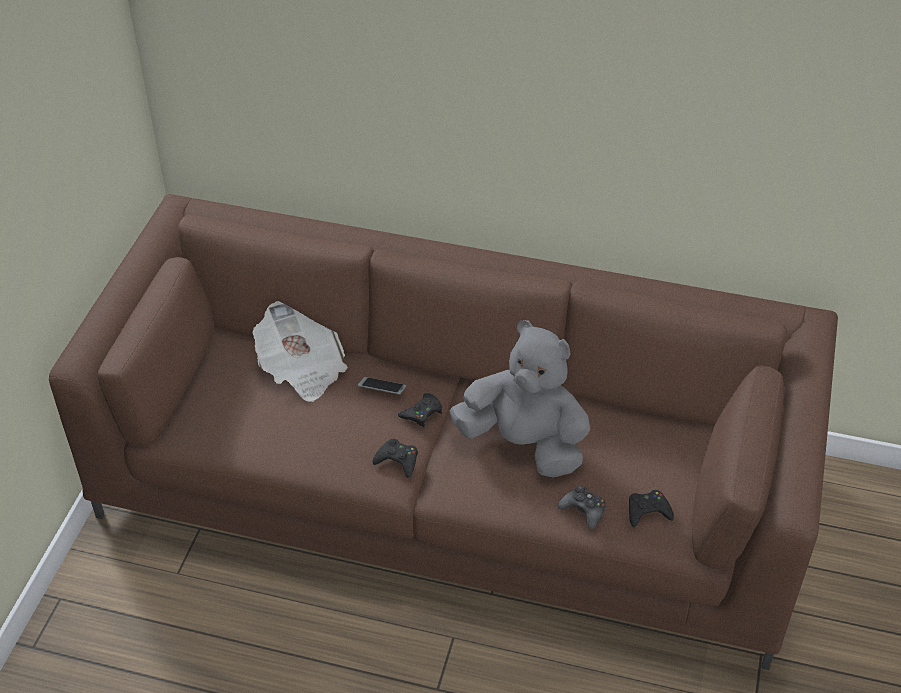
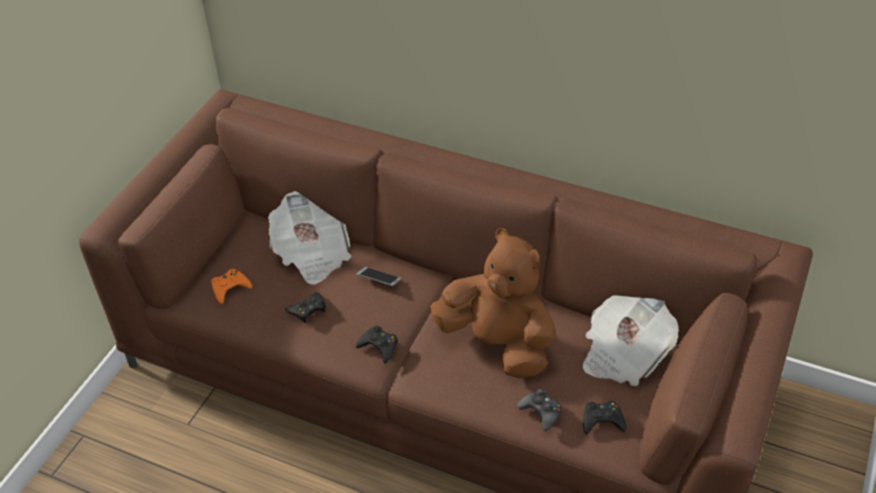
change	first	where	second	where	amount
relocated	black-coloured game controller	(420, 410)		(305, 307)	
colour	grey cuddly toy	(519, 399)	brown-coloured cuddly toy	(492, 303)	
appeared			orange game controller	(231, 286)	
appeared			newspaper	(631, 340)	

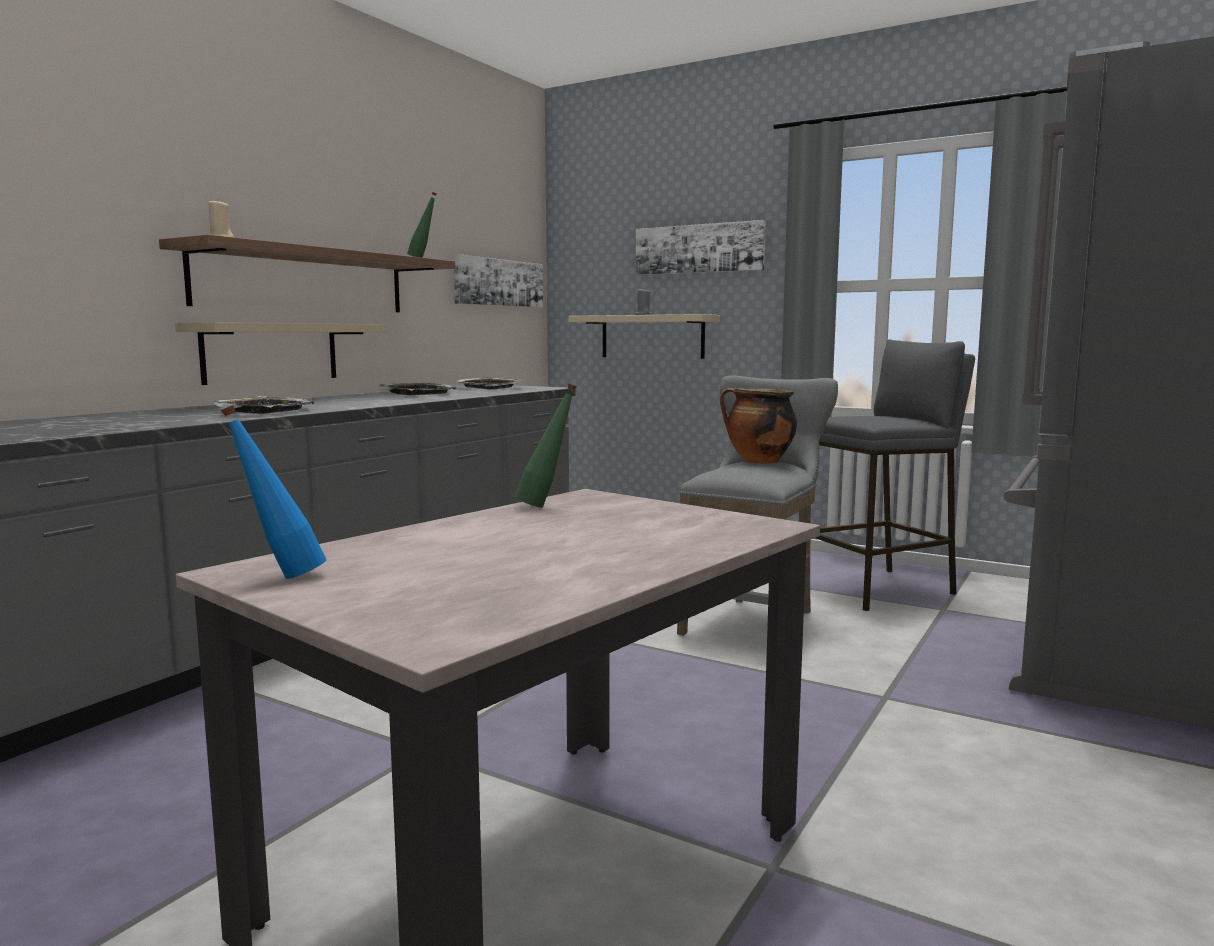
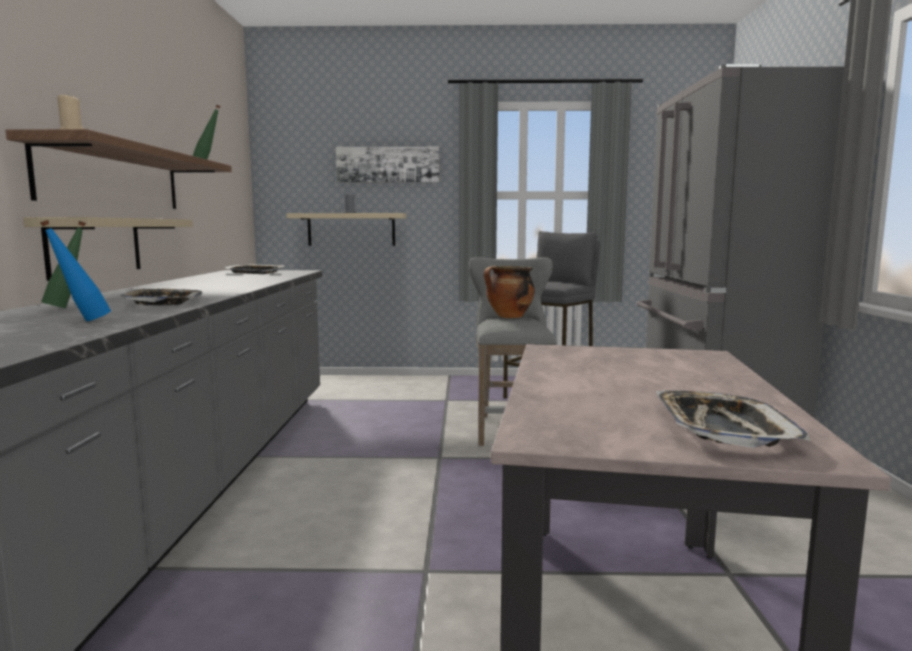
change	first	where	second	where	amount
relocated	bluish bottle	(274, 492)		(75, 270)	
relocated	serving tray	(418, 389)		(733, 419)	
missing	wall picture	(498, 280)			
relocated	green-coloured bottle	(545, 446)		(63, 264)	

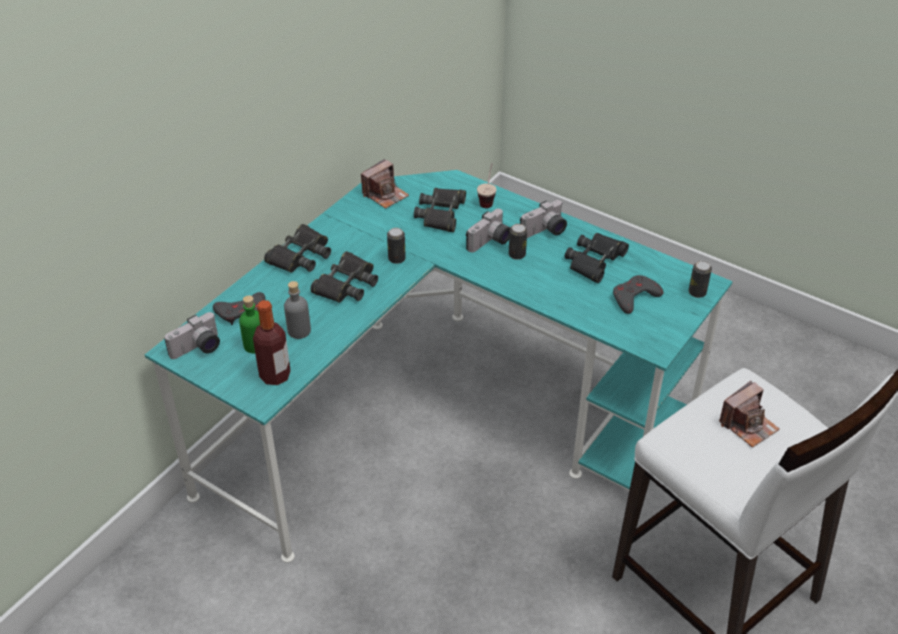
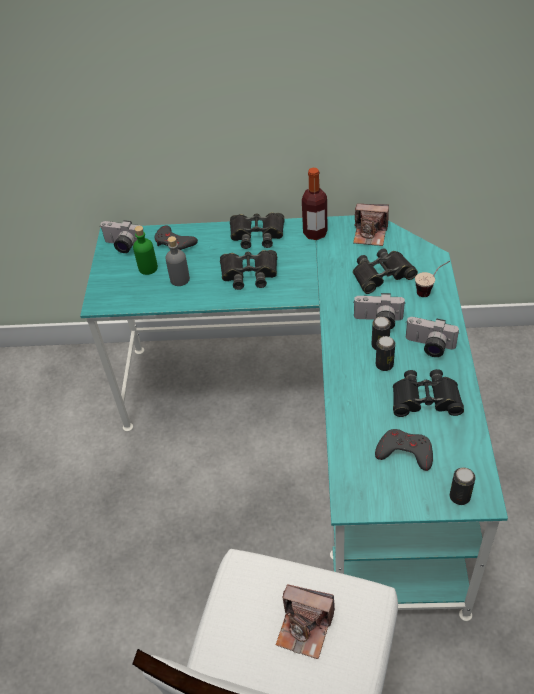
change	first	where	second	where	amount
relocated	bottle	(272, 342)		(315, 204)	
relocated	sealed can	(396, 246)		(385, 353)	

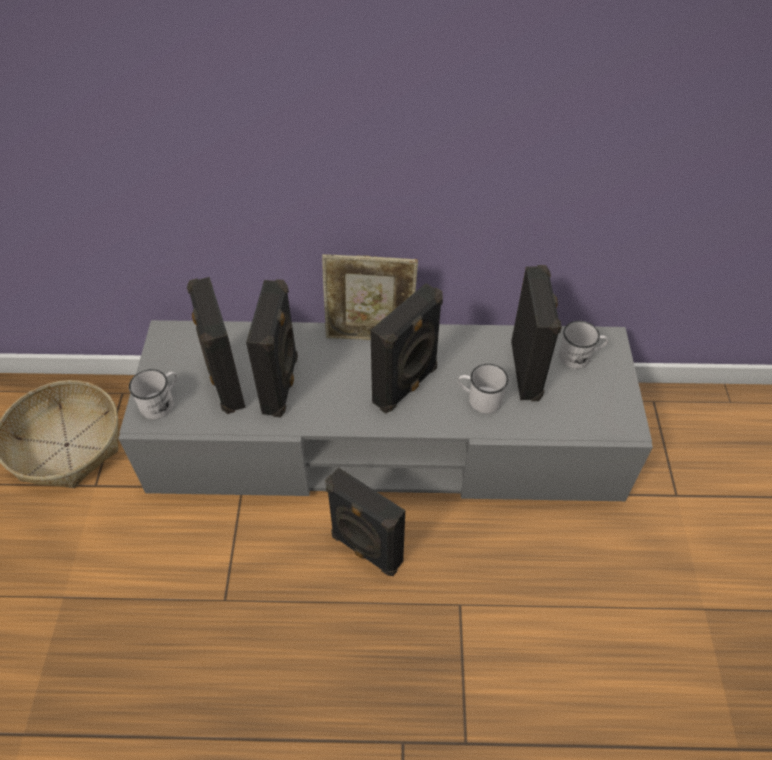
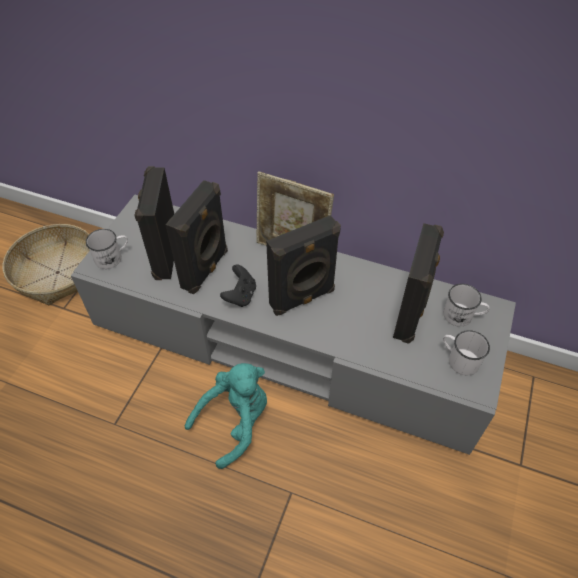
change	first	where	second	where	amount
exchanged	black-coloured audio speaker	(365, 521)	turquoise cuddly toy	(226, 416)	
relocated	white coffee mug	(483, 388)		(466, 352)	
appeared			black-coloured game controller	(238, 286)	

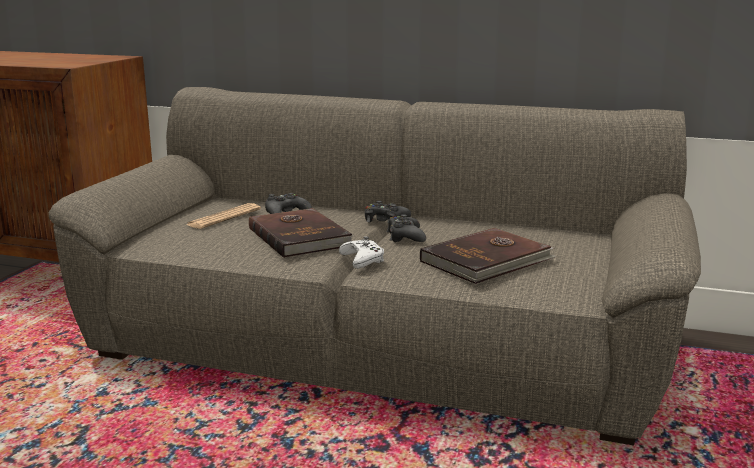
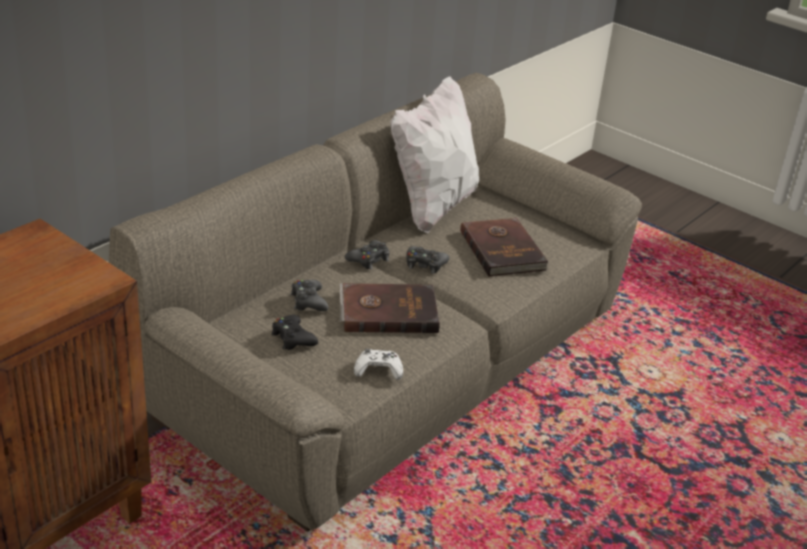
change	first	where	second	where	amount
exchanged	newspaper	(224, 216)	black-coloured game controller	(294, 332)	
relocated	white game controller	(361, 252)		(378, 364)	
appeared			white throw pillow	(434, 154)	

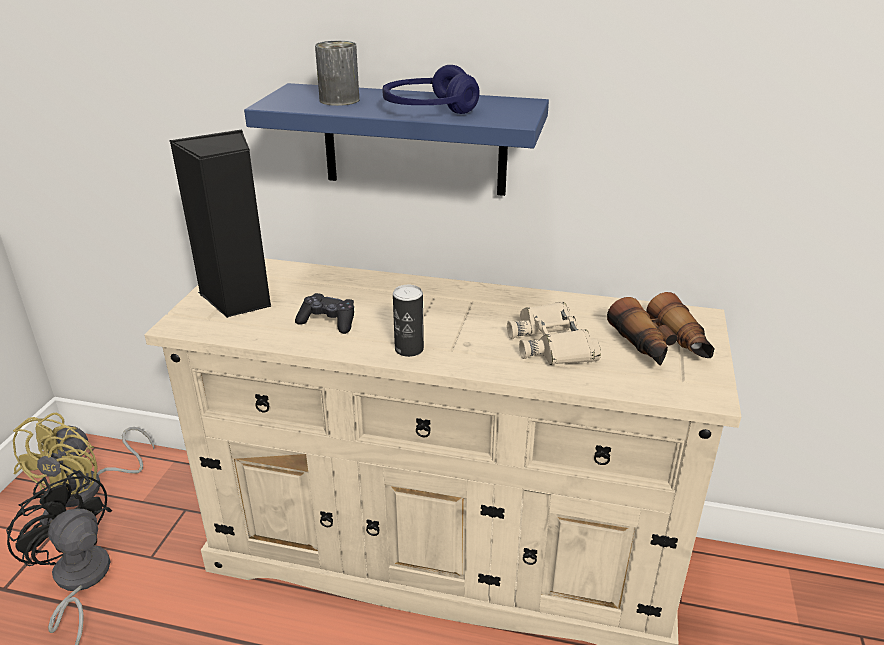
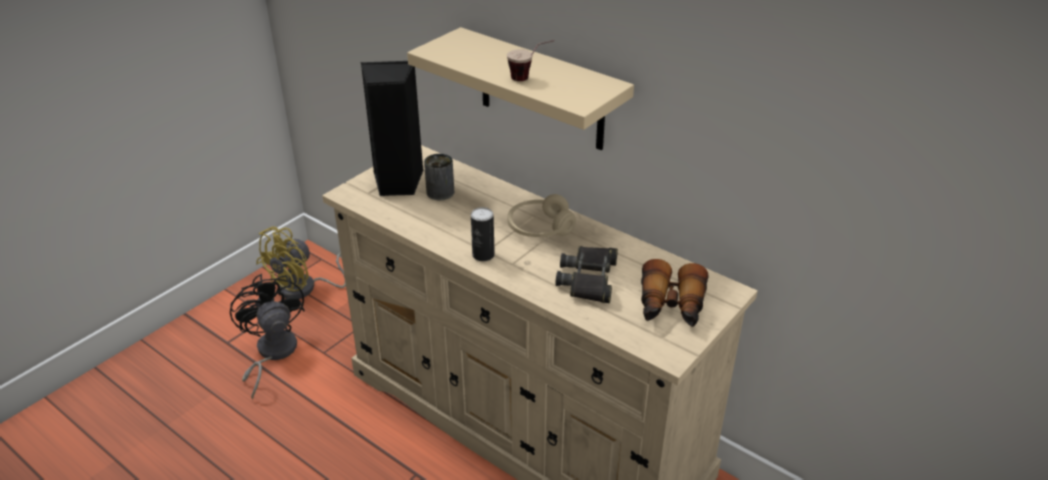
change	first	where	second	where	amount
colour	bluish bracket shelf	(396, 139)	beige-coloured bracket shelf	(520, 88)	
missing	black-coloured game controller	(324, 313)			
relocated	sealed can	(337, 73)		(439, 177)	
exchanged	bluish headset	(431, 89)	drinking cup	(530, 60)	
colour	beige-coloured pair of binoculars	(554, 333)	black-coloured pair of binoculars	(587, 274)	
appeared			beige-coloured headset	(541, 215)	

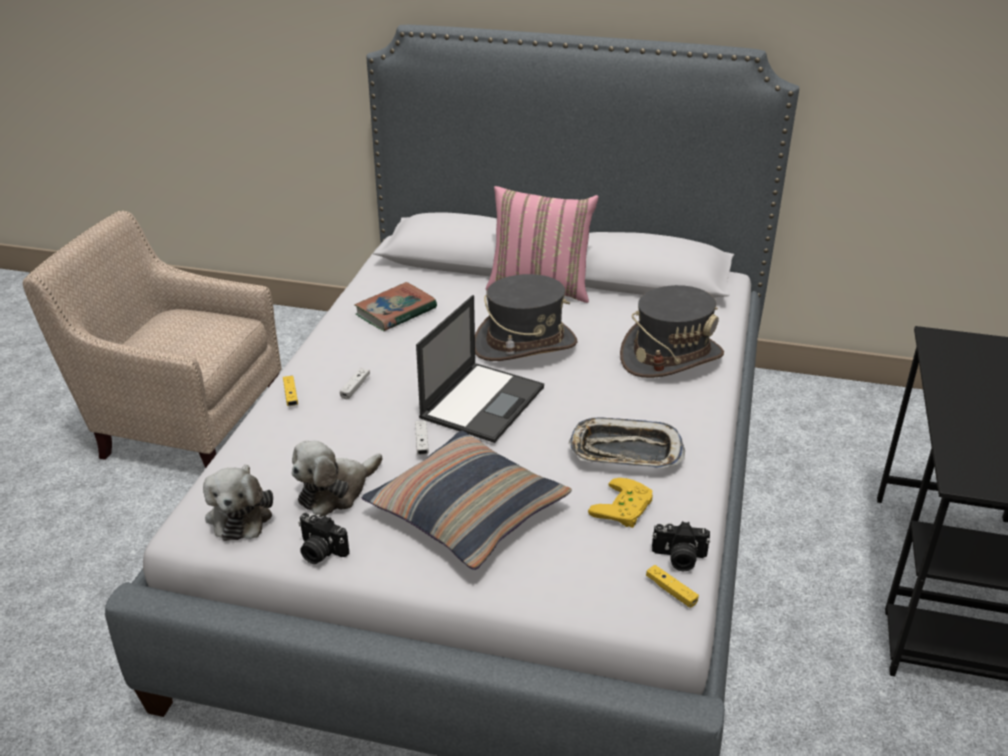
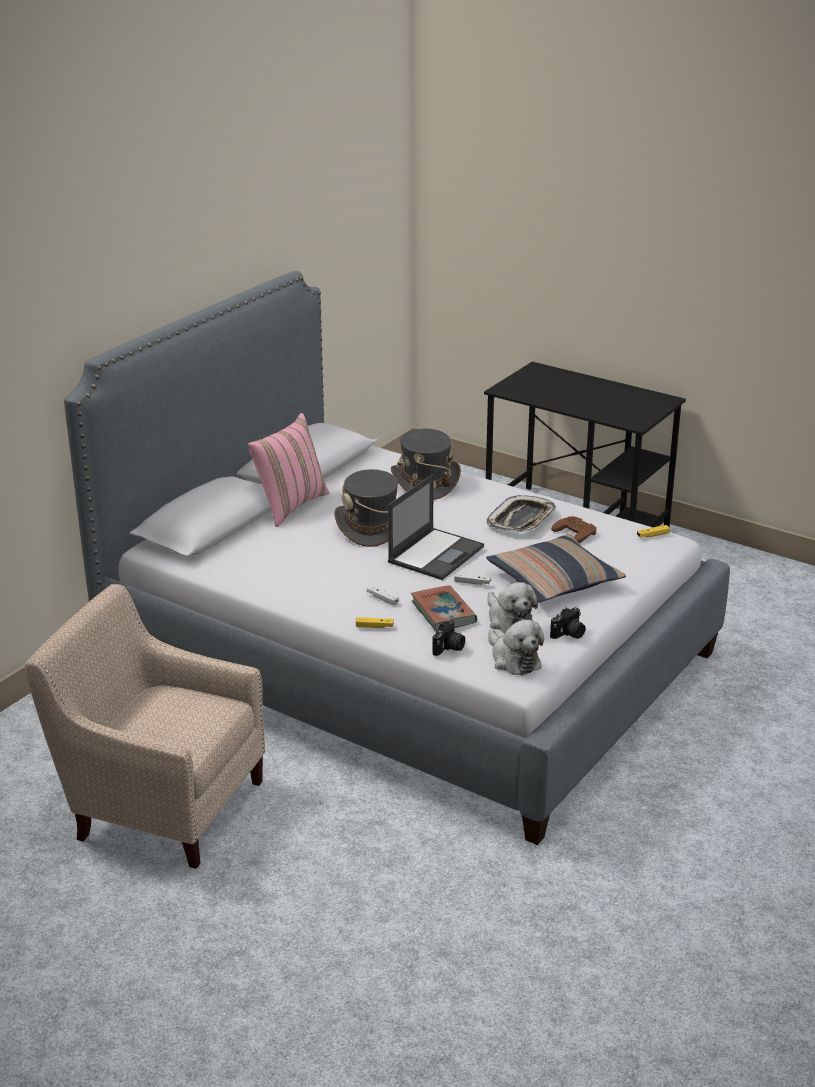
change	first	where	second	where	amount
spun	beige-coloured easy chair	(152, 339)		(145, 726)	75 degrees clockwise
spun	cuddly toy	(238, 503)		(516, 647)	45 degrees clockwise
relocated	bound book	(395, 306)		(444, 608)	
spun	portable computer	(480, 369)		(436, 527)	75 degrees clockwise
colour	yellow game controller	(620, 503)	brown-coloured game controller	(574, 529)	
relocated	photo camera	(681, 546)		(448, 638)	

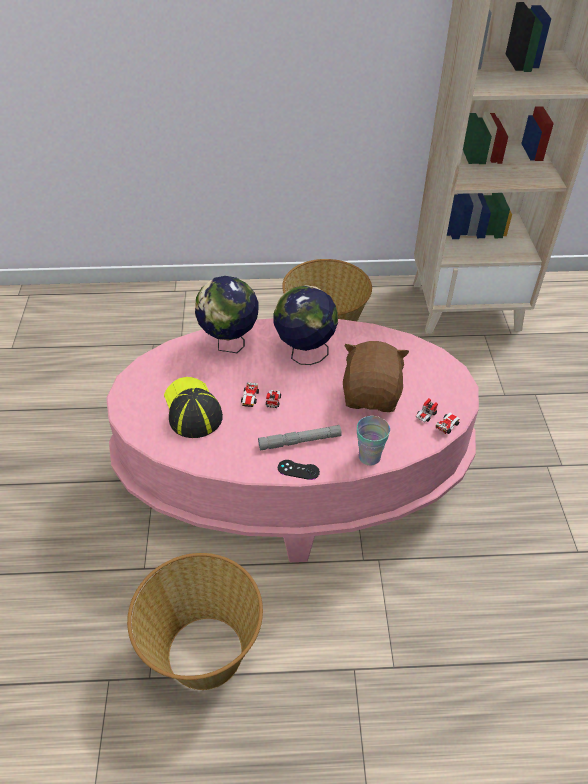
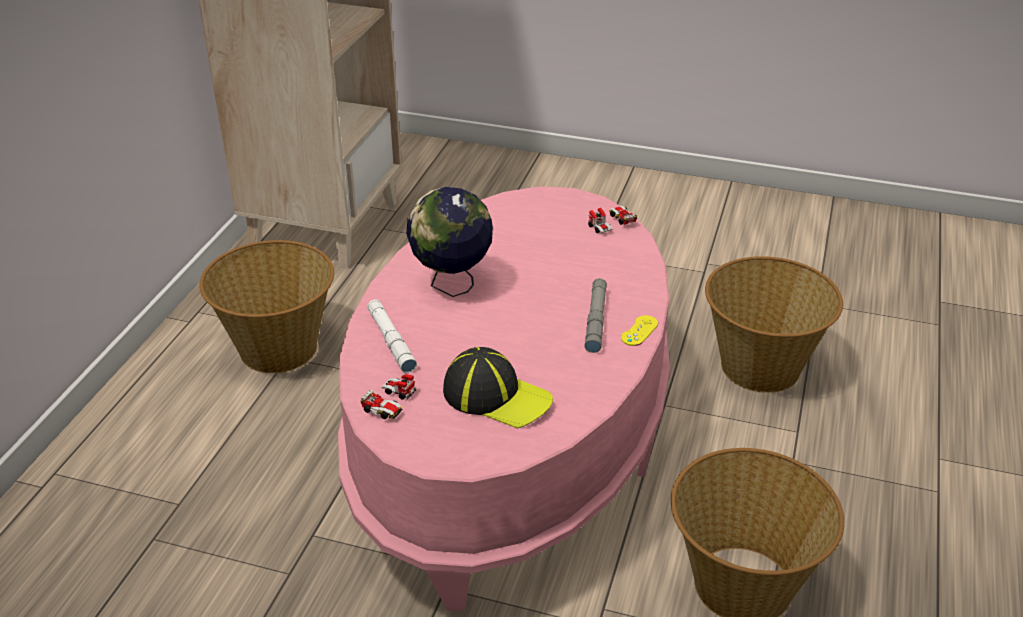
change	first	where	second	where	amount
spun	peaked cap	(193, 407)		(498, 387)	150 degrees counterclockwise
exchanged	world globe	(227, 314)	white flashlight	(392, 336)	
relocated	model car	(261, 395)		(388, 397)	
colour	black-coloured game controller	(299, 470)	yellow game controller	(639, 330)	
missing	brown-coloured cuddly toy	(376, 376)			
missing	drinking cup	(373, 440)			
appeared			household basket	(774, 324)	

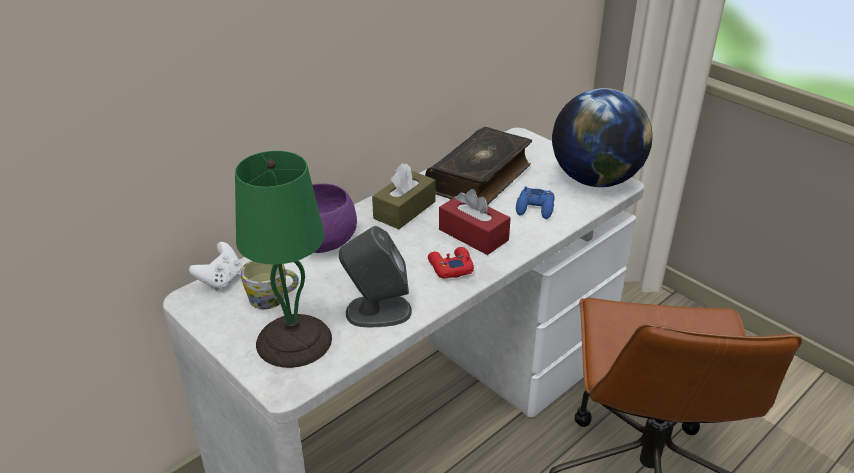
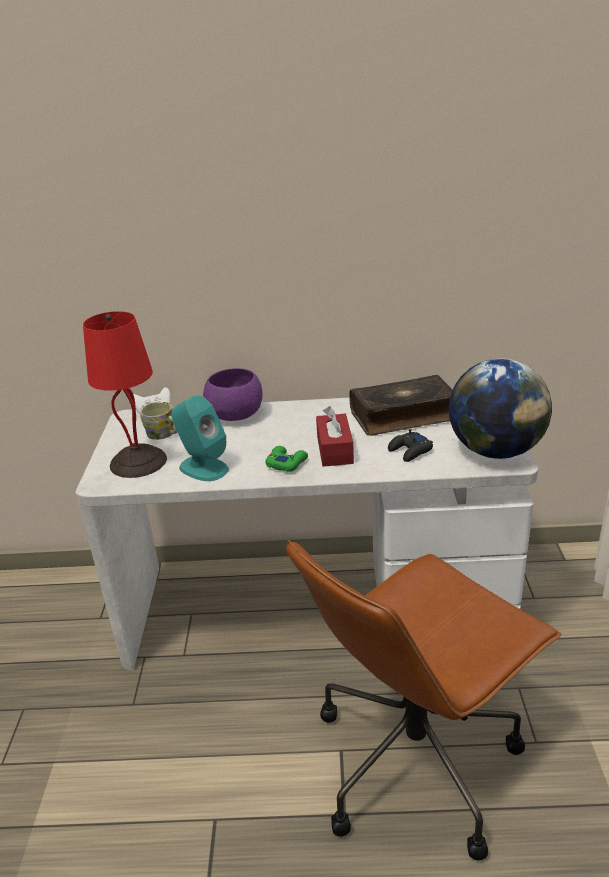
change	first	where	second	where	amount
colour	green-coloured tabletop lamp	(283, 259)	red-coloured tabletop lamp	(125, 394)	
colour	grey audio speaker	(375, 276)	turquoise audio speaker	(200, 438)	
missing	brown-coloured box of tissues	(404, 196)			
colour	red-coloured game controller	(451, 263)	green-coloured game controller	(286, 459)	
colour	bluish game controller	(535, 202)	black-coloured game controller	(410, 445)	

